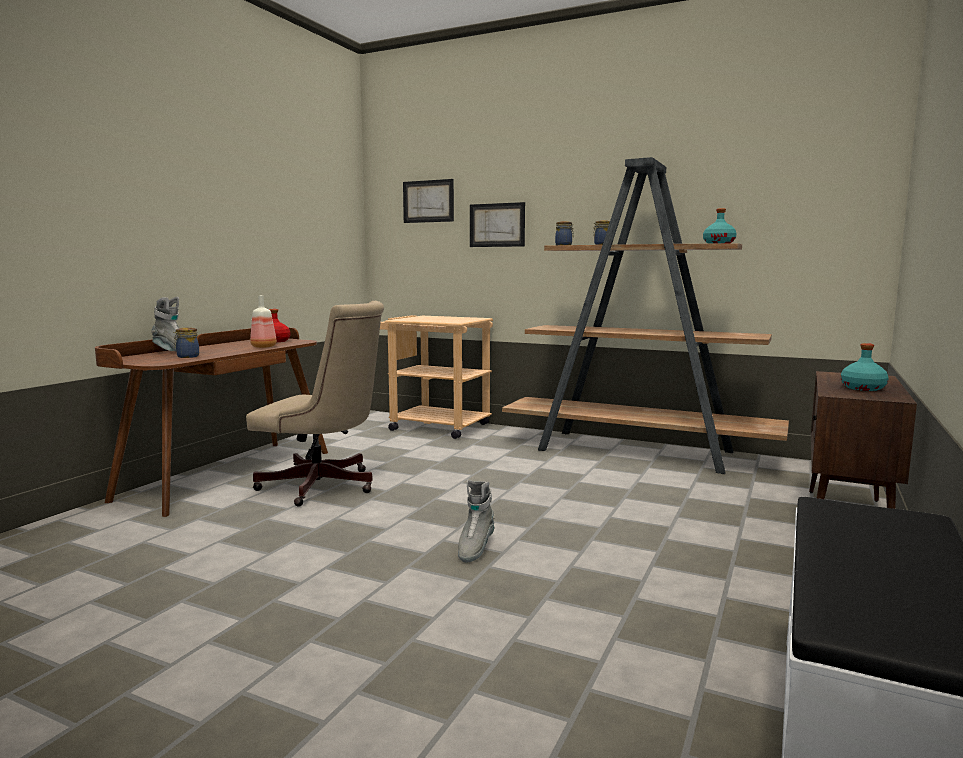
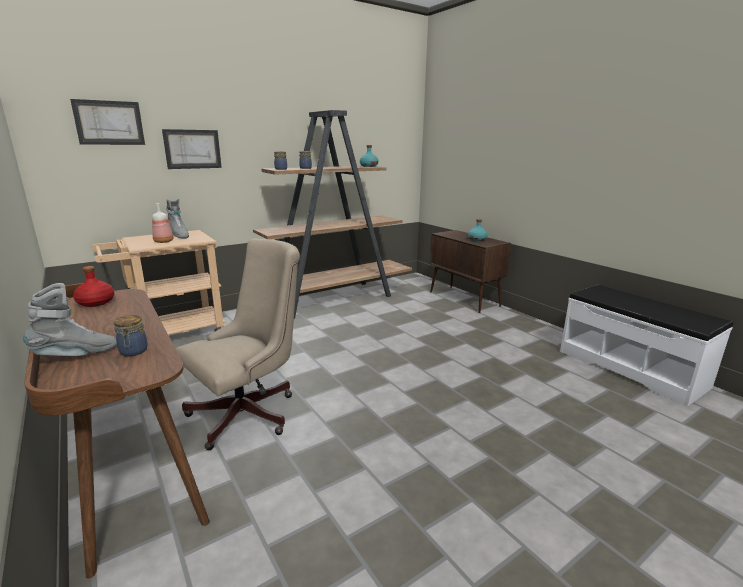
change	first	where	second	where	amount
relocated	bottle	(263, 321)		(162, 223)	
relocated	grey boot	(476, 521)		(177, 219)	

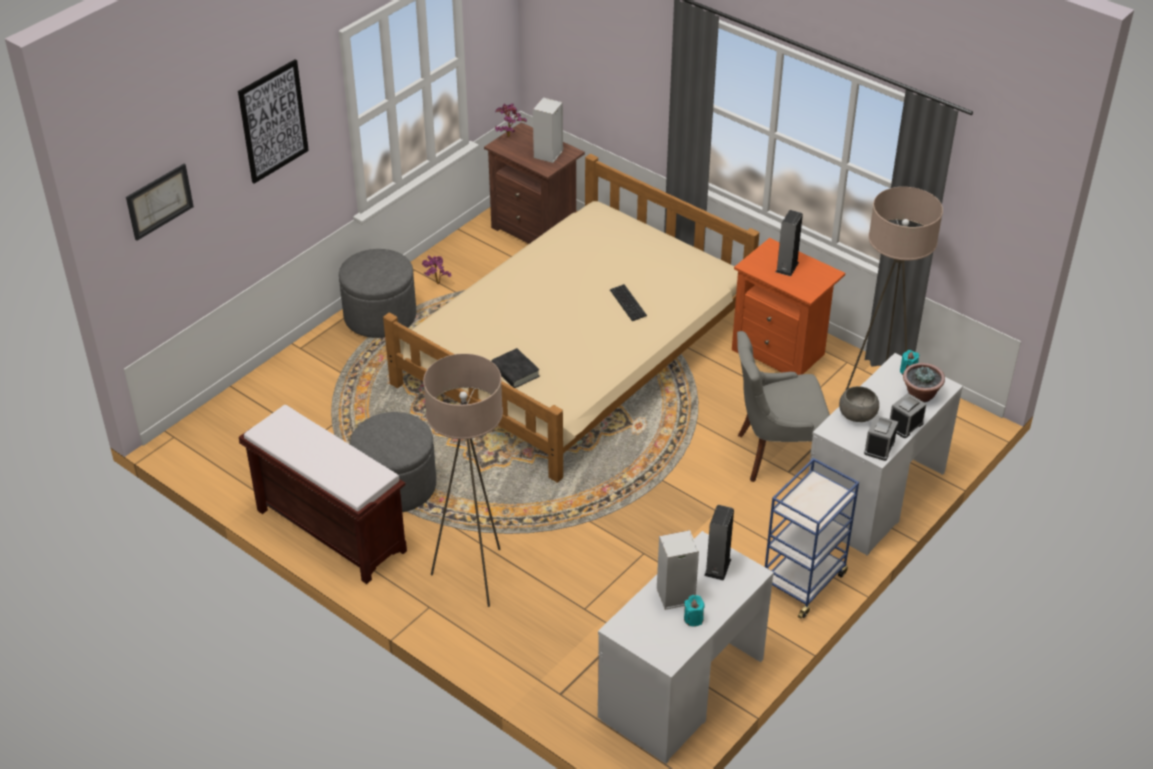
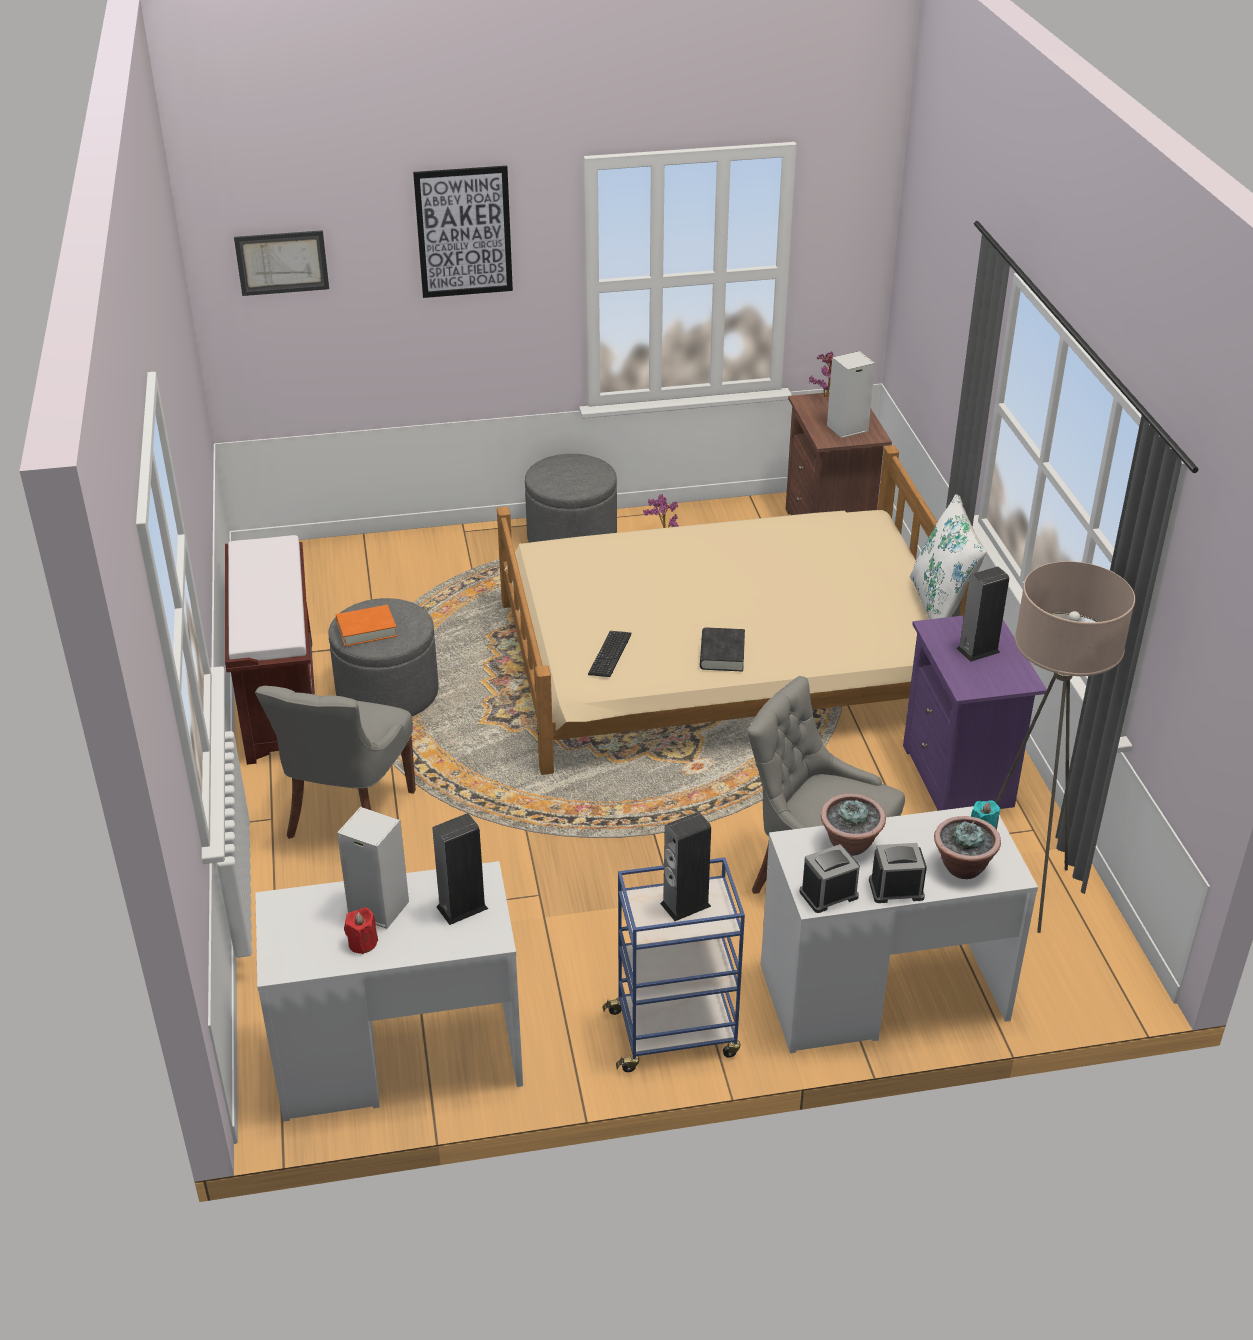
change	first	where	second	where	amount
exchanged	beige-coloured standing lamp	(463, 480)	grey upright chair	(335, 762)	
relocated	black-coloured bound book	(515, 368)		(722, 649)	
relocated	computer keyboard	(628, 302)		(609, 654)	
colour	turquoise candle	(694, 611)	red-coloured candle	(361, 930)	
colour	orange bedside table	(788, 306)	purple bedside table	(975, 713)	
exchanged	grey deep dish	(859, 404)	plant in a pot	(853, 824)	
appeared			orange bound book	(366, 626)	
appeared			audio speaker	(685, 866)	
appeared			white throw pillow	(948, 556)	

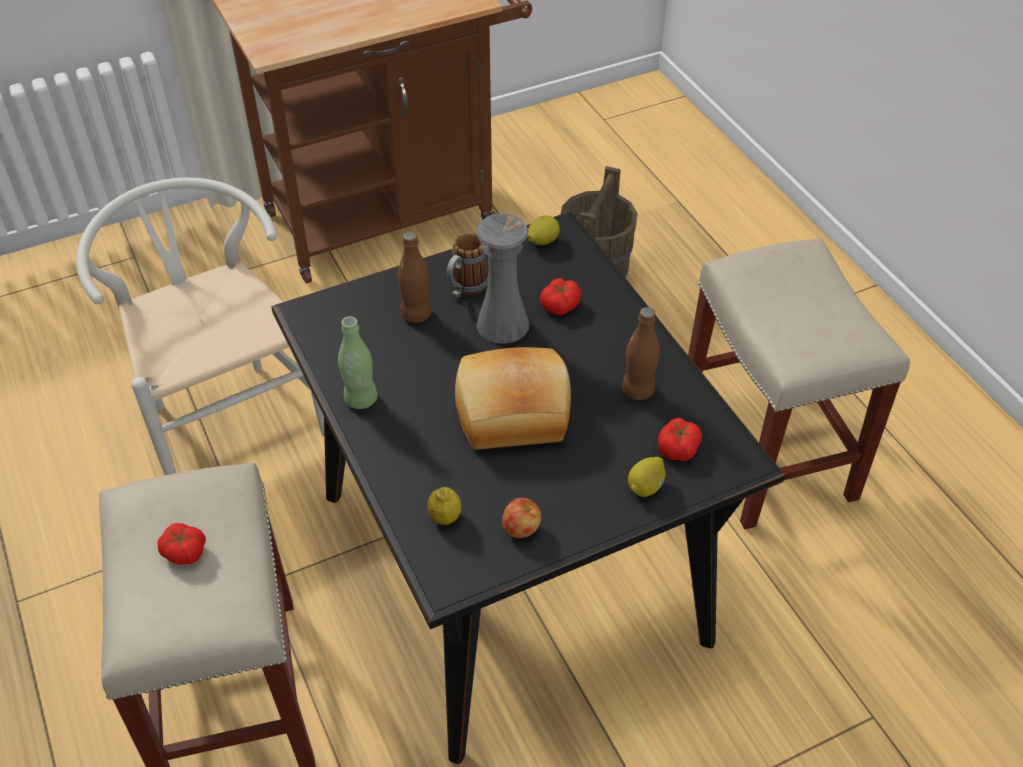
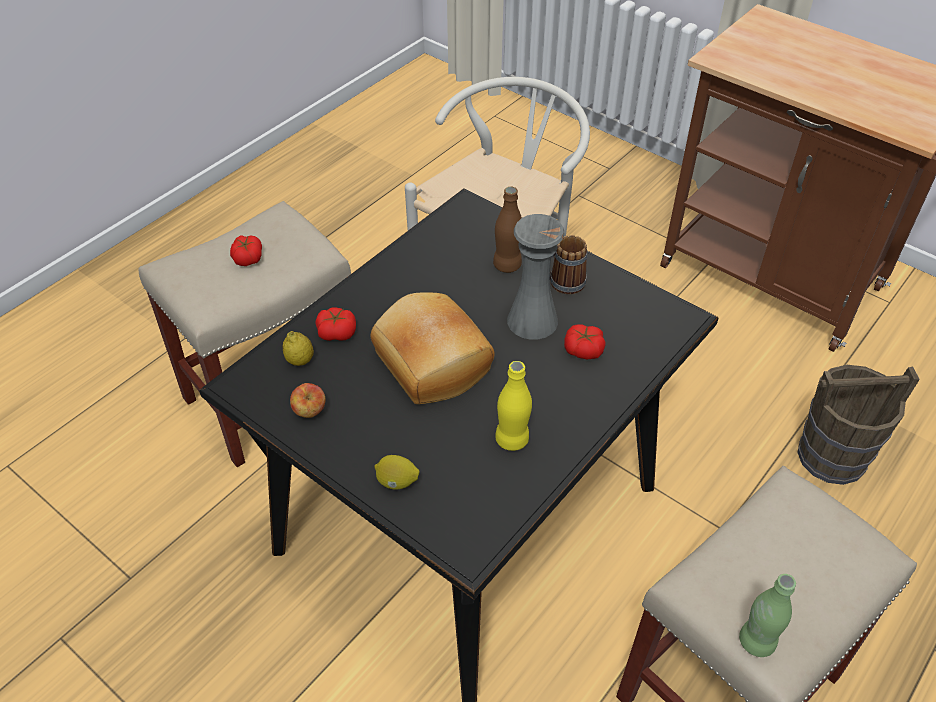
change	first	where	second	where	amount
relocated	green-coloured bottle	(357, 362)		(767, 615)	
missing	citrus fruit	(543, 230)			
colour	brown-coloured bottle	(641, 353)	yellow bottle	(513, 406)	
relocated	fresh tomato	(680, 439)		(336, 324)	

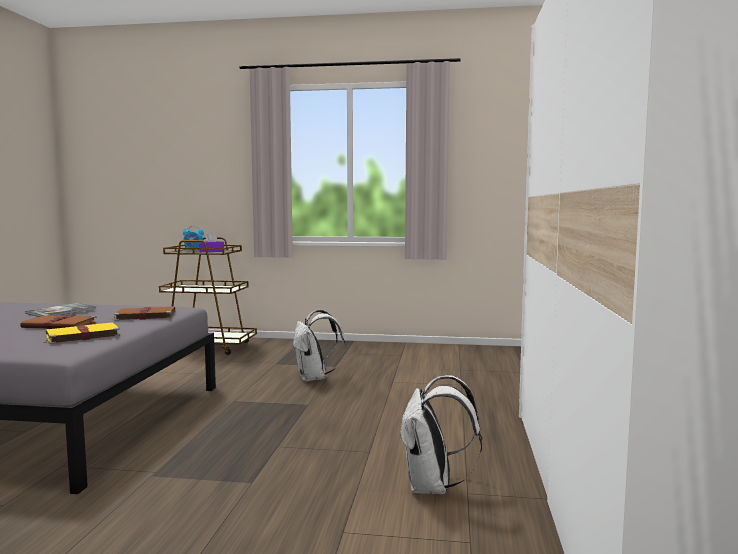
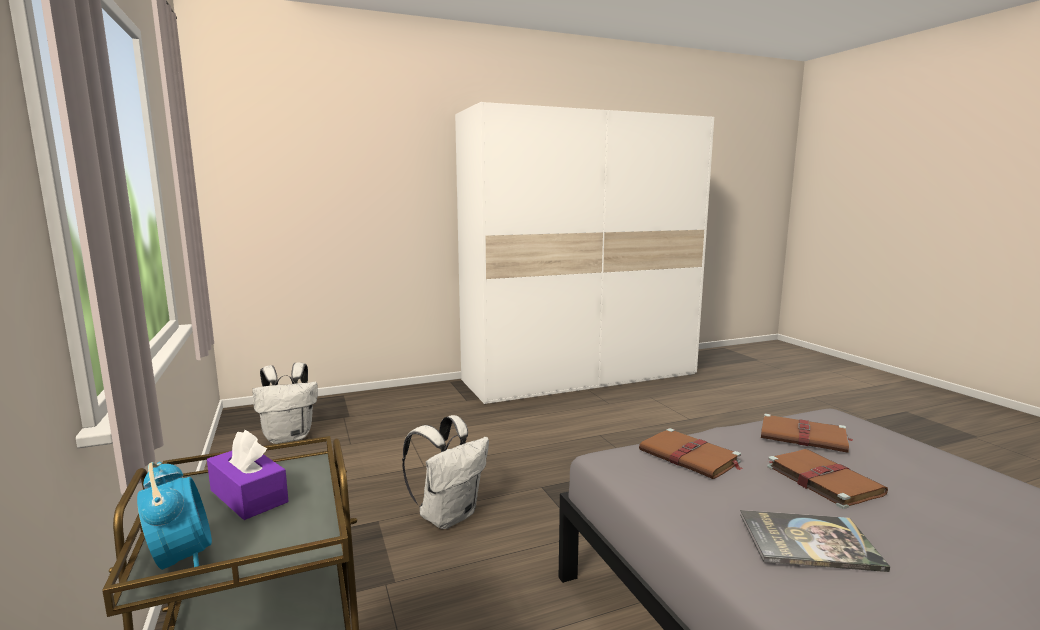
change	first	where	second	where	amount
colour	yellow bound book	(81, 333)	brown-coloured bound book	(807, 433)	
relocated	white backpack	(440, 434)		(285, 403)	

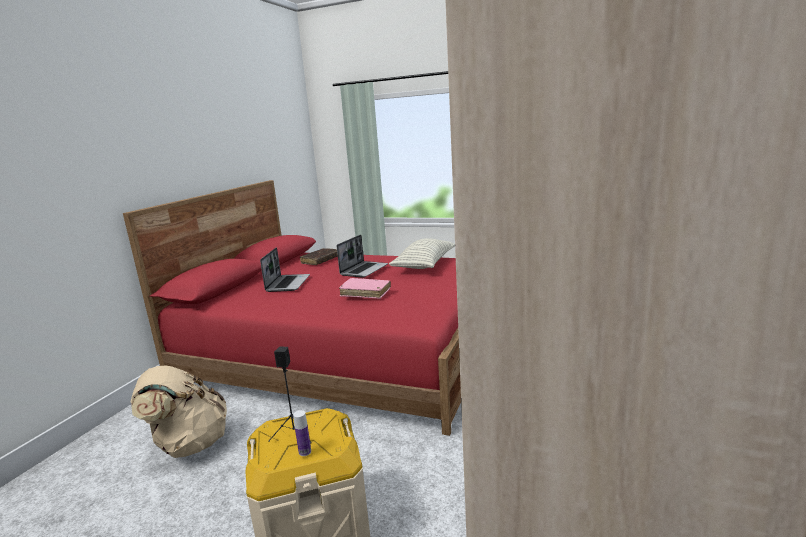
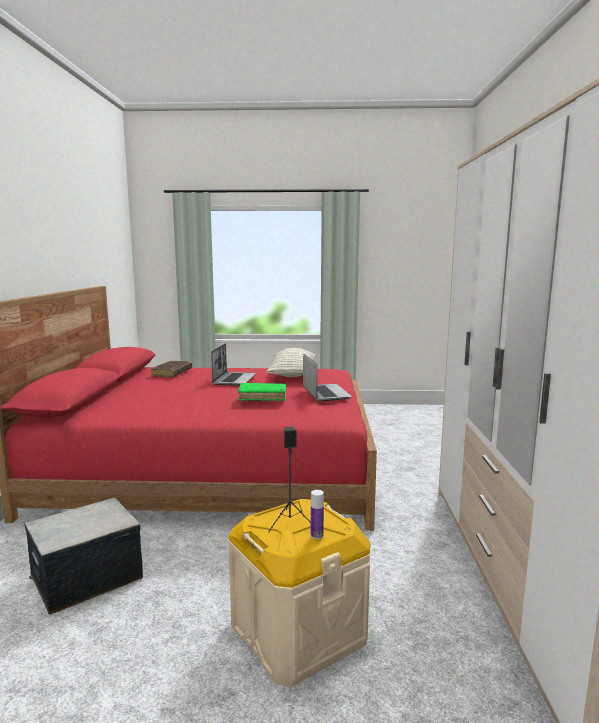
change	first	where	second	where	amount
exchanged	beige-coloured backpack	(179, 412)	storage box	(84, 556)	
relocated	portable computer	(285, 269)		(327, 377)	
colour	pink bound book	(365, 288)	green-coloured bound book	(262, 392)	

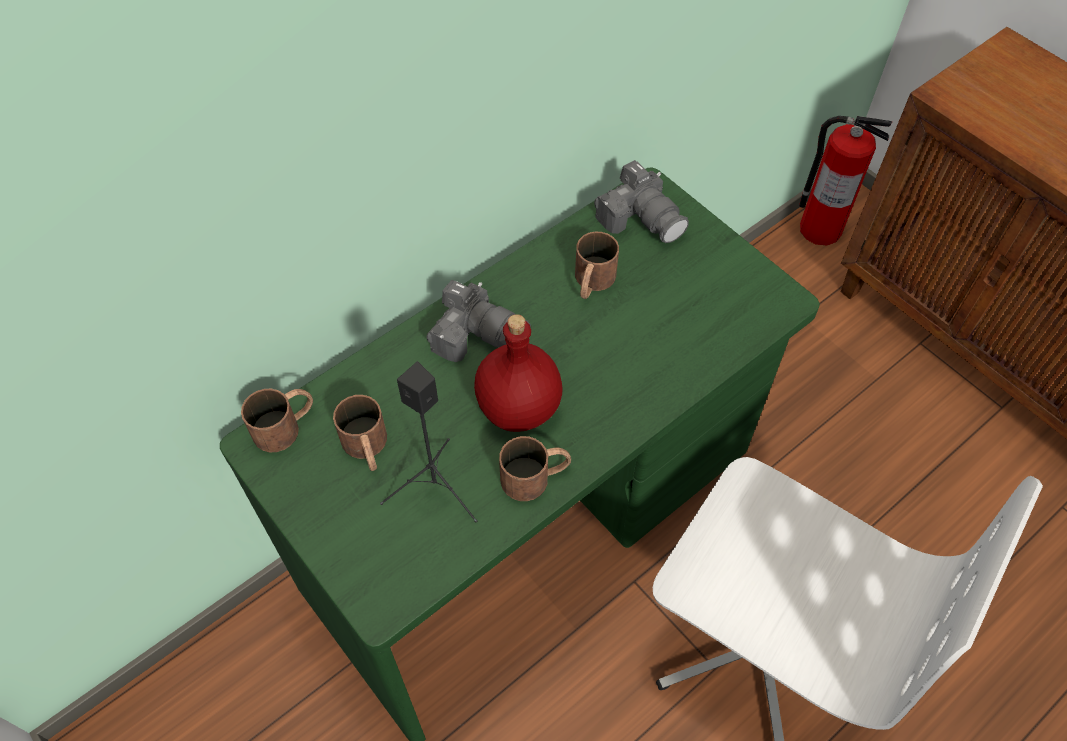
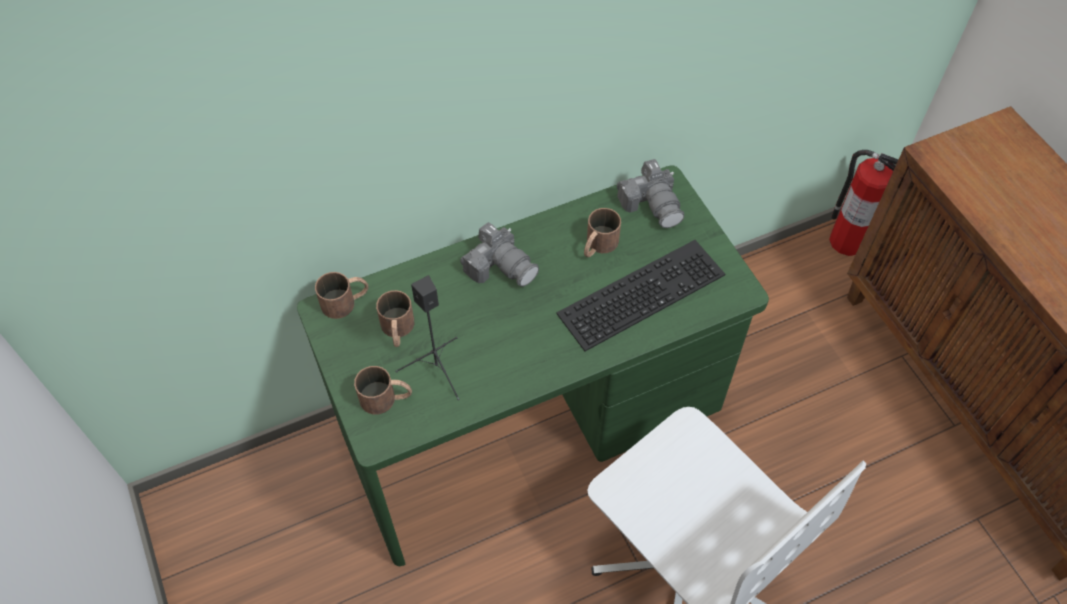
change	first	where	second	where	amount
missing	red-coloured bottle	(518, 373)			
relocated	brown-coloured coffee mug	(535, 468)		(383, 390)	
appeared			computer keyboard	(640, 295)	

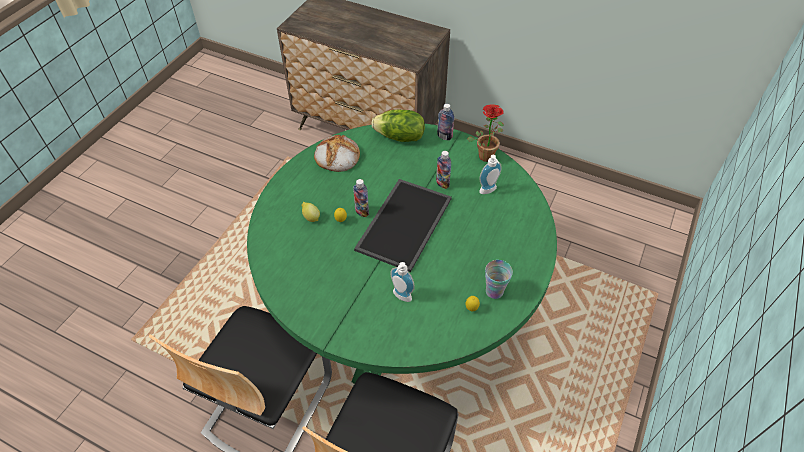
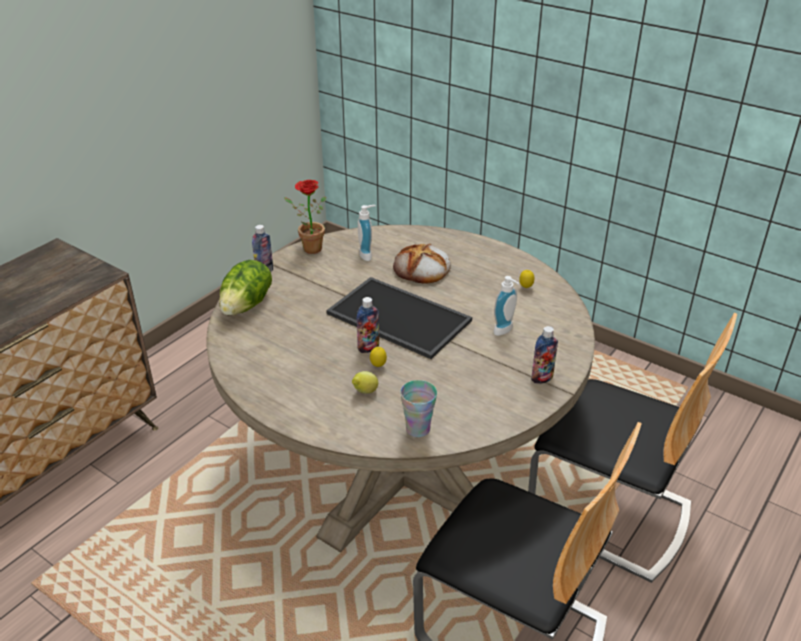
change	first	where	second	where	amount
colour	green-coloured kitchen table	(402, 254)	beige-coloured kitchen table	(400, 388)	
relocated	bread	(337, 153)		(422, 264)	
relocated	bottle	(443, 170)		(544, 355)	
relocated	drinking cup	(499, 279)		(418, 408)	

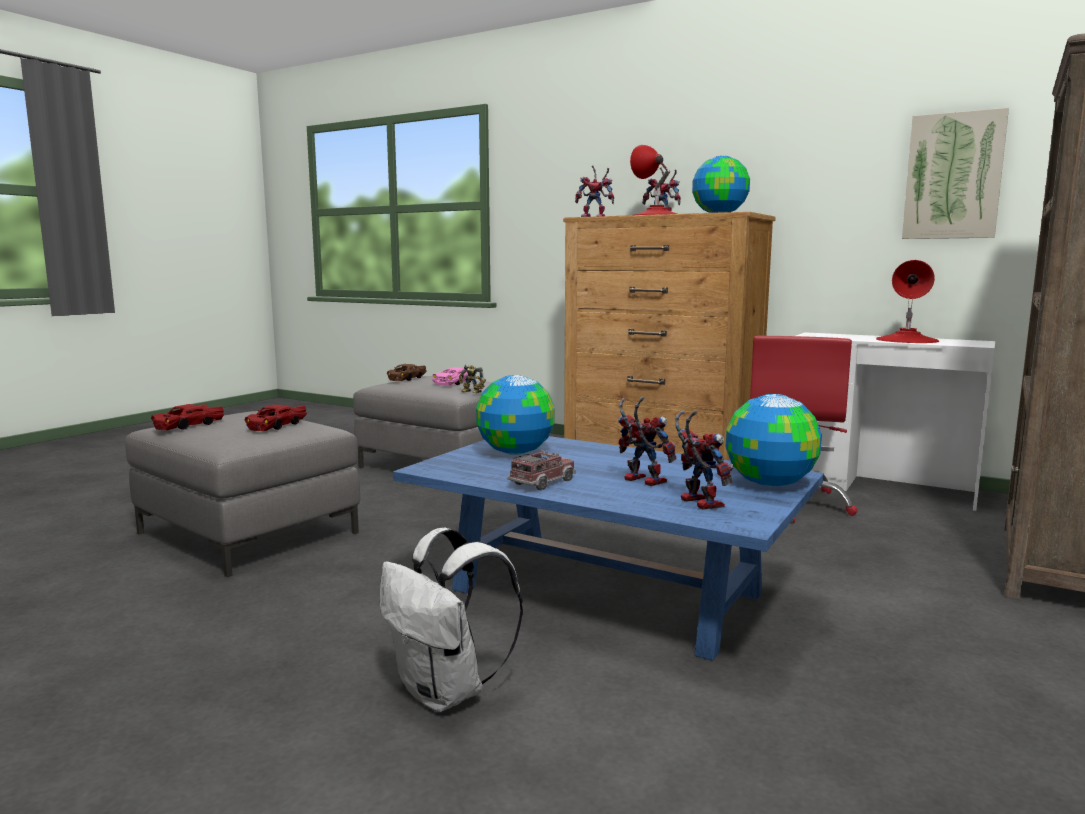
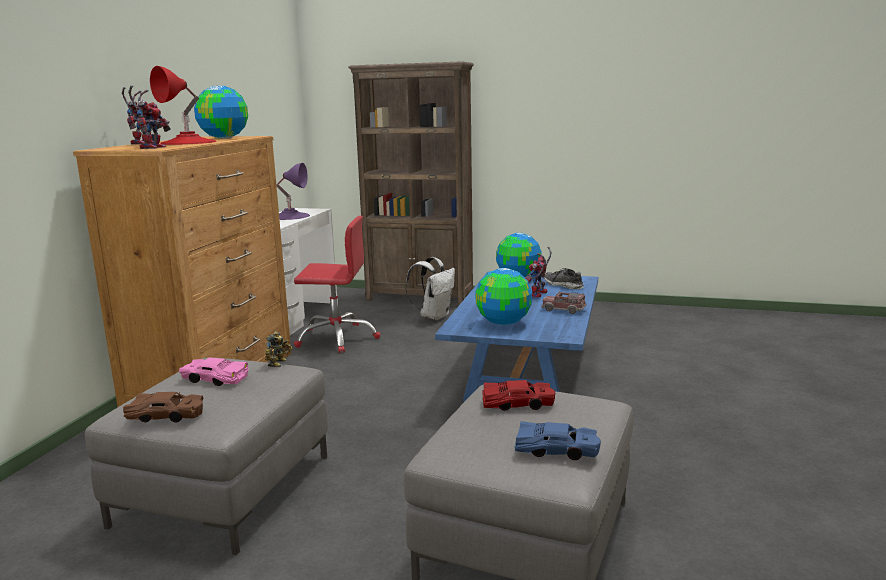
change	first	where	second	where	amount
colour	red-coloured model car	(187, 417)	bluish model car	(558, 440)	
relocated	white backpack	(451, 620)		(430, 288)	
exchanged	robot figure	(704, 460)	shoe	(564, 278)	
colour	red-coloured tabletop lamp	(908, 301)	purple tabletop lamp	(293, 191)	
missing	wall picture	(955, 173)			

